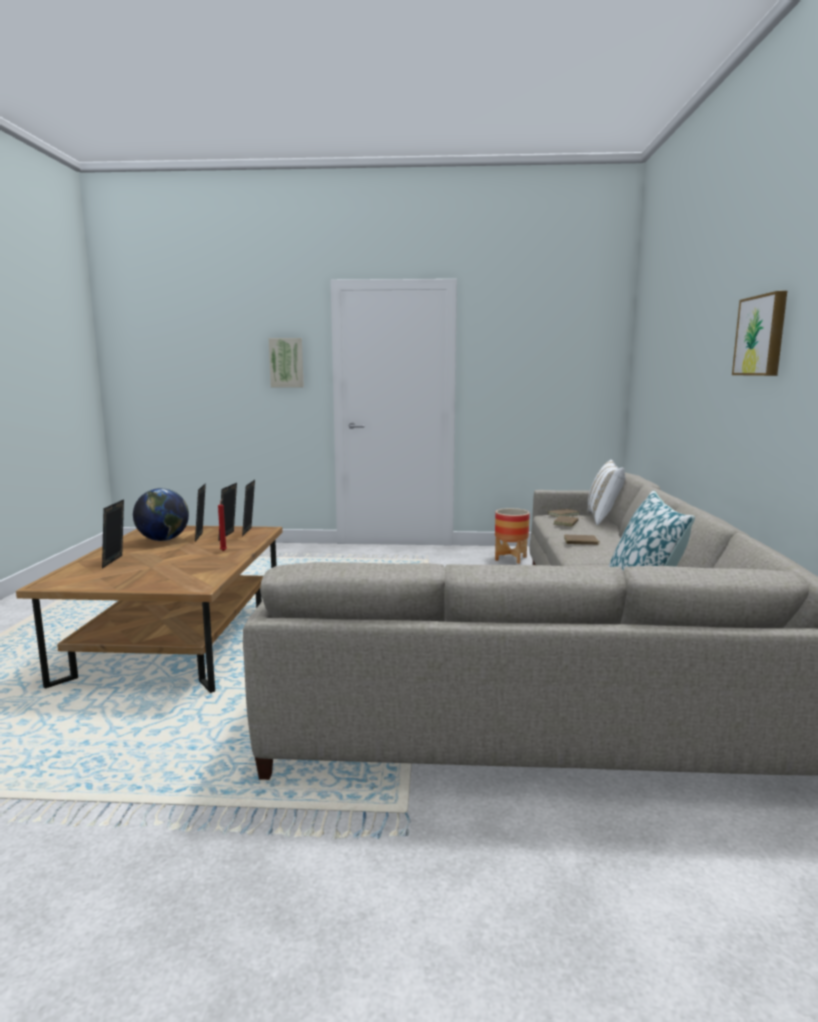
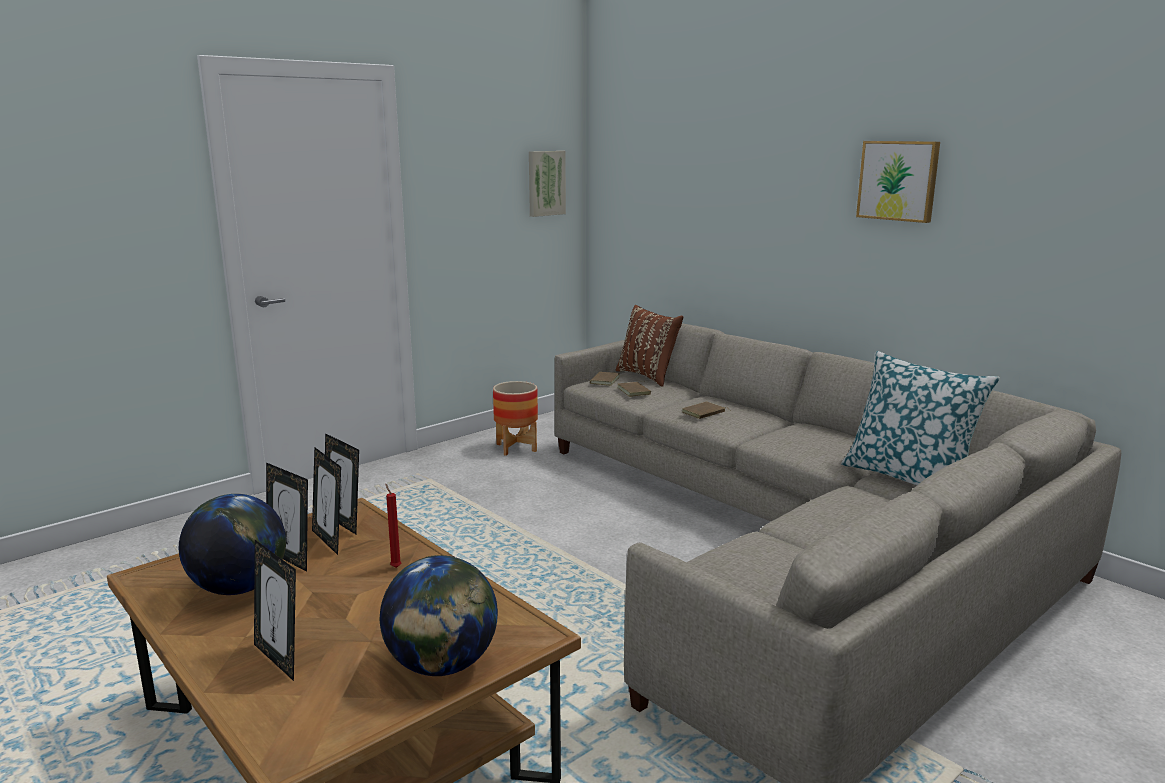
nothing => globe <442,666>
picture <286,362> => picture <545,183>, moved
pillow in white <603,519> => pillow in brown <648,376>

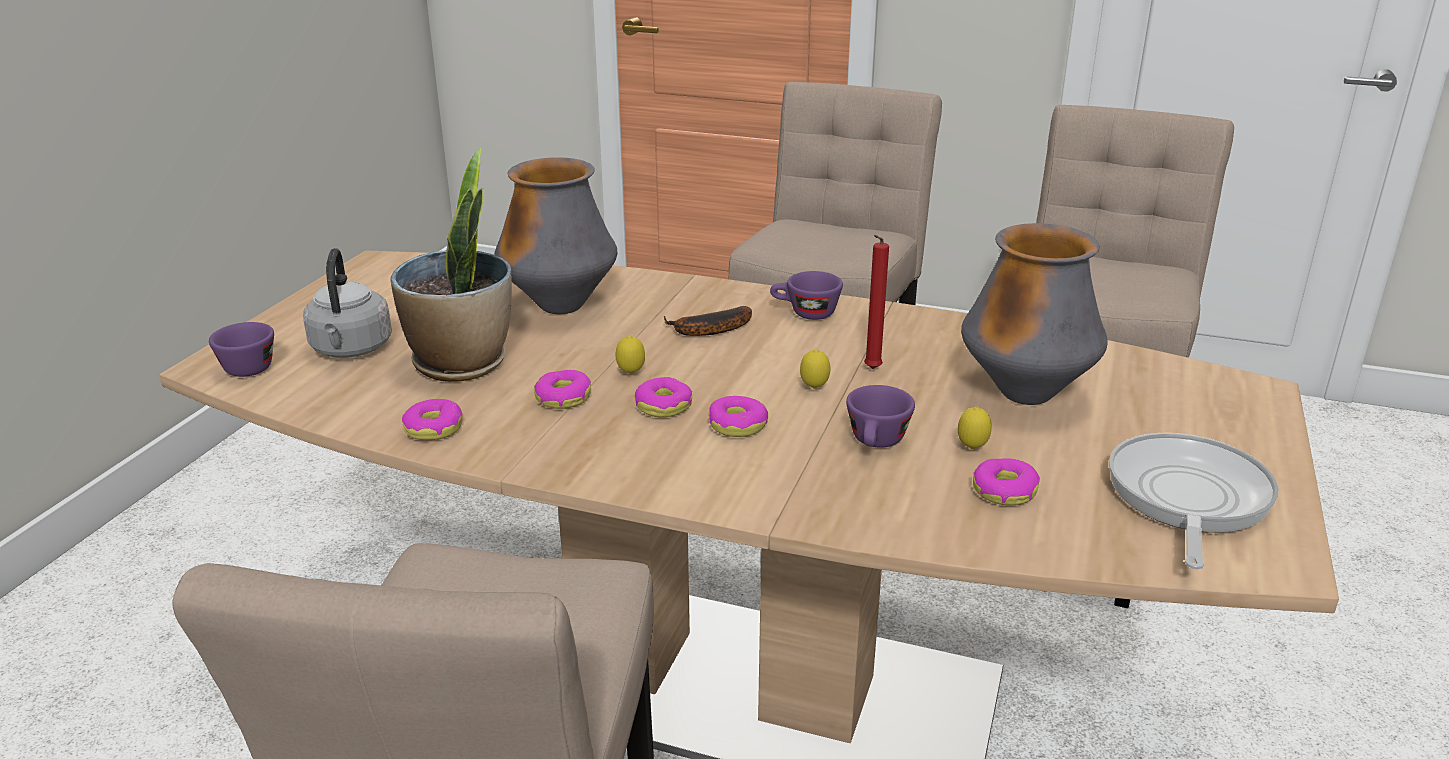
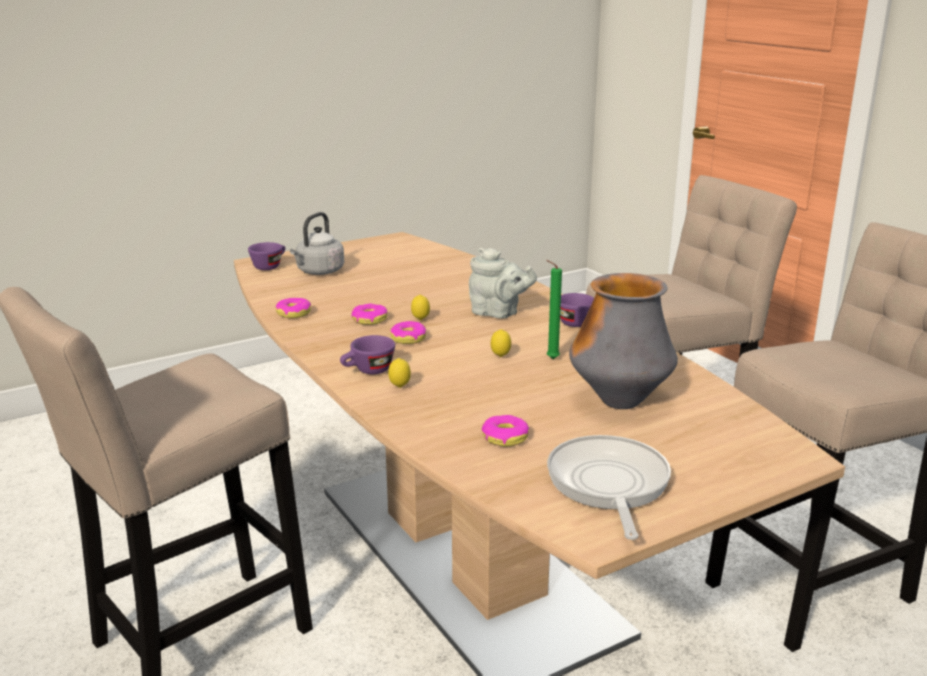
potted plant <462,363> => nothing
vase <560,307> => nothing
donut <738,425> => nothing
cup in purple <877,443> => cup in purple <368,371>, moved
lemon <972,448> => lemon <399,387>, moved
banana <708,330> => teapot in grey <498,313>
candle in red <871,370> => candle in green <550,359>
frying pan <1187,499> => frying pan <608,485>, 60 degrees counterclockwise

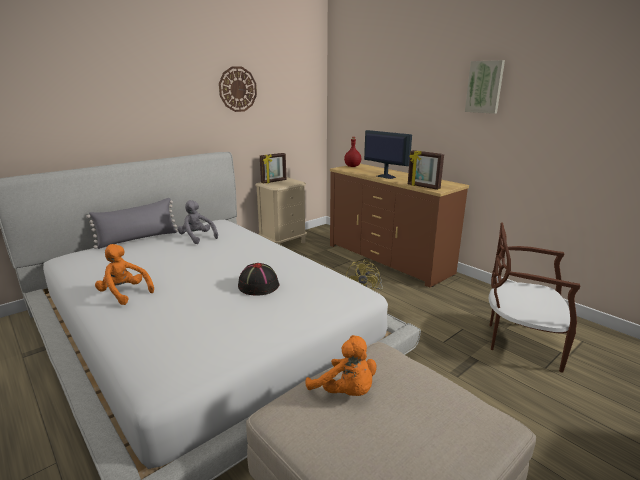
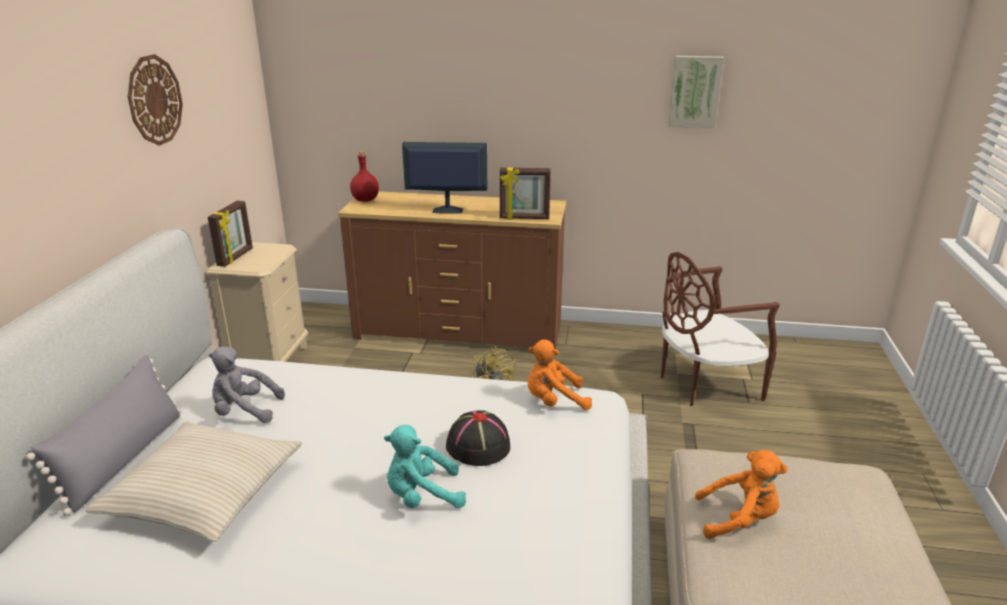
nothing => pillow in beige <203,493>
nothing => plush toy in turquoise <422,496>
plush toy in orange <124,293> => plush toy in orange <554,401>, moved
picture <485,87> => picture <695,91>, moved

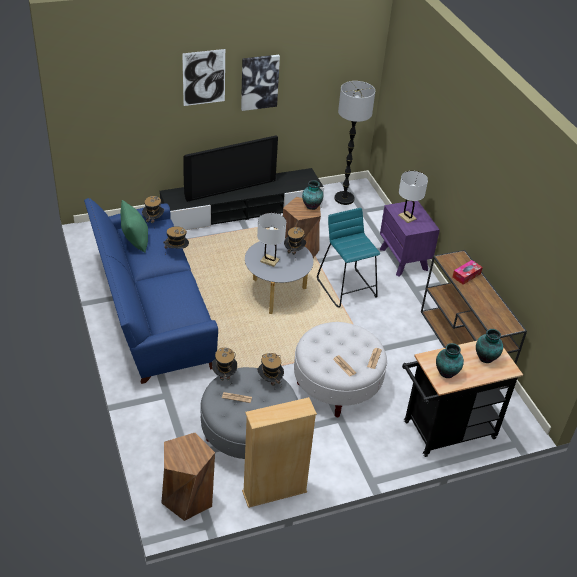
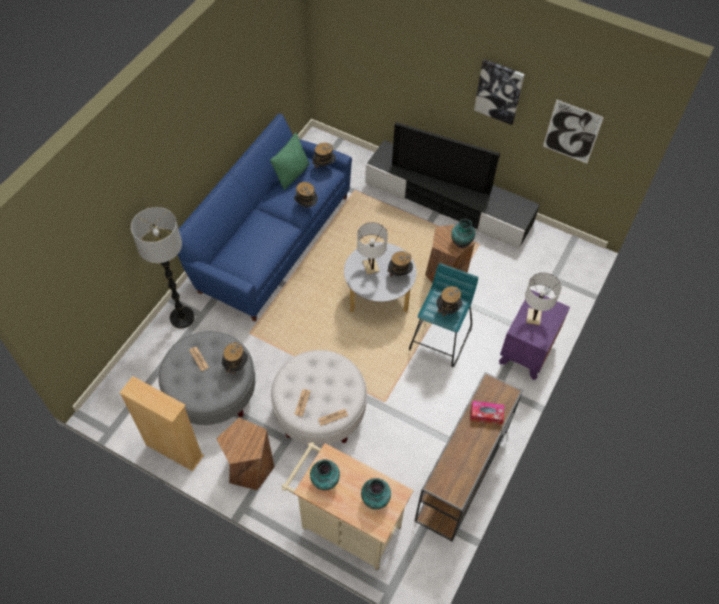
stool in brown <187,498> => stool in brown <249,468>, moved
picture <204,77> => picture <572,132>, moved
hat <224,376> => hat <447,310>, moved
floor lamp <344,198> => floor lamp <182,317>, moved
cart in black <444,432> => cart in beige <346,525>

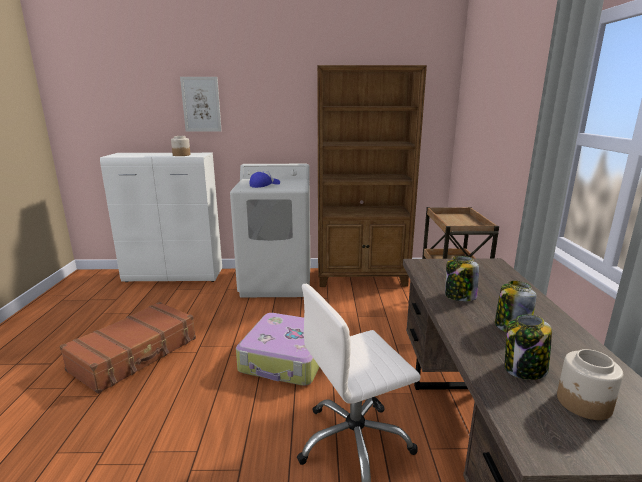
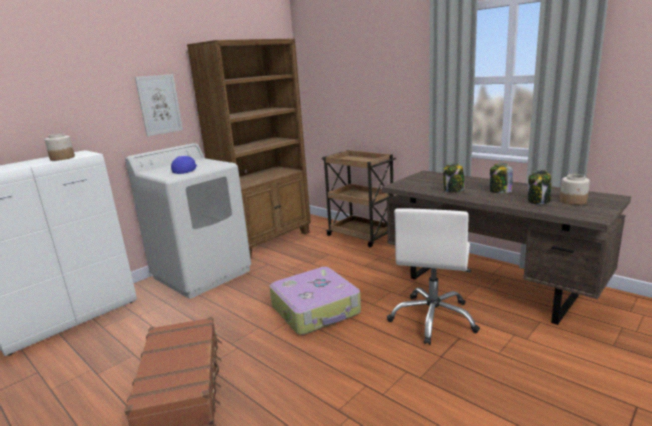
picture <201,104> => picture <159,104>, moved

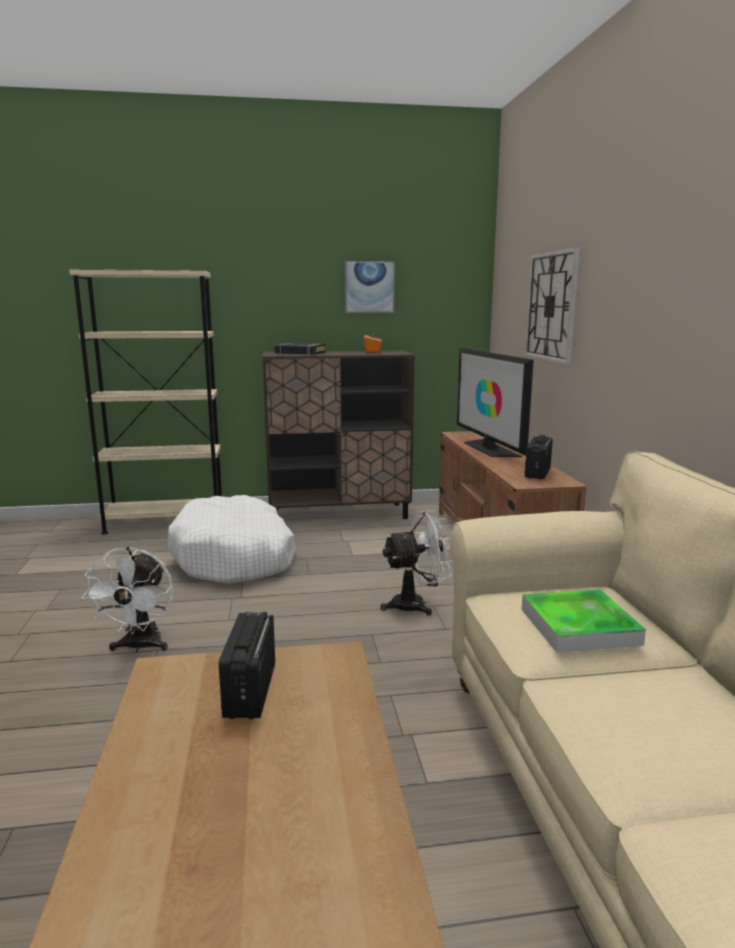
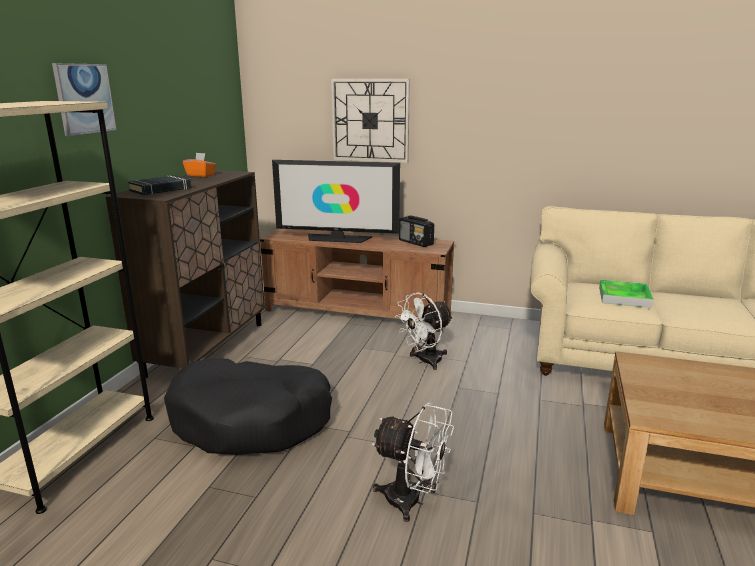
radio <250,691> => nothing
picture <369,287> => picture <84,99>, moved
dog bed in white <235,557> => dog bed in black <251,420>
fan in white <416,604> => fan in white <425,361>, 135 degrees counterclockwise

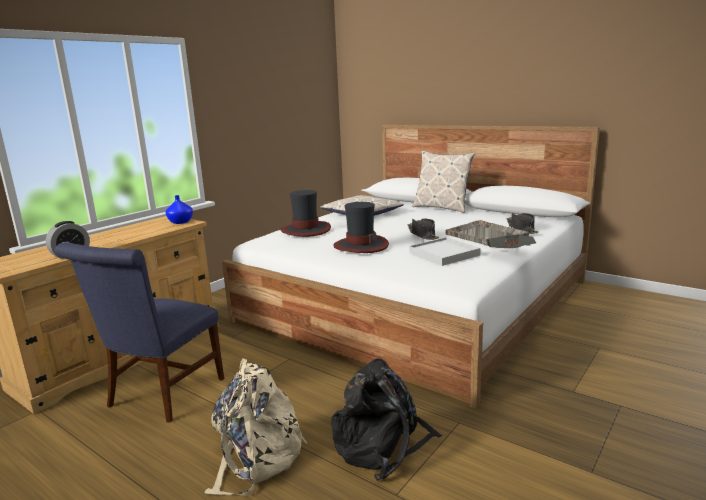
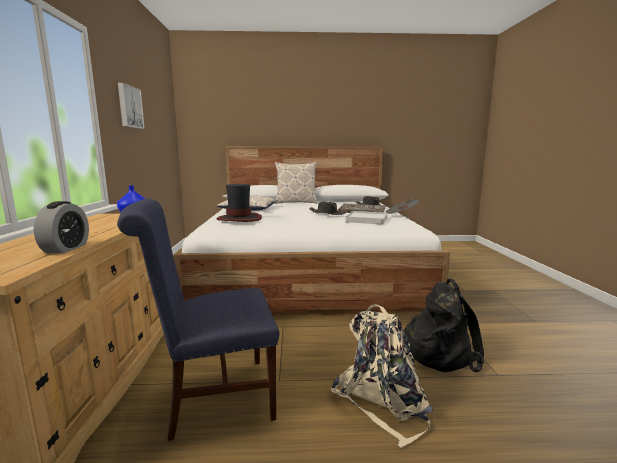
hat <360,245> => nothing
nothing => picture <129,107>
chair in blue <161,395> => chair in blue <212,397>, 90 degrees clockwise

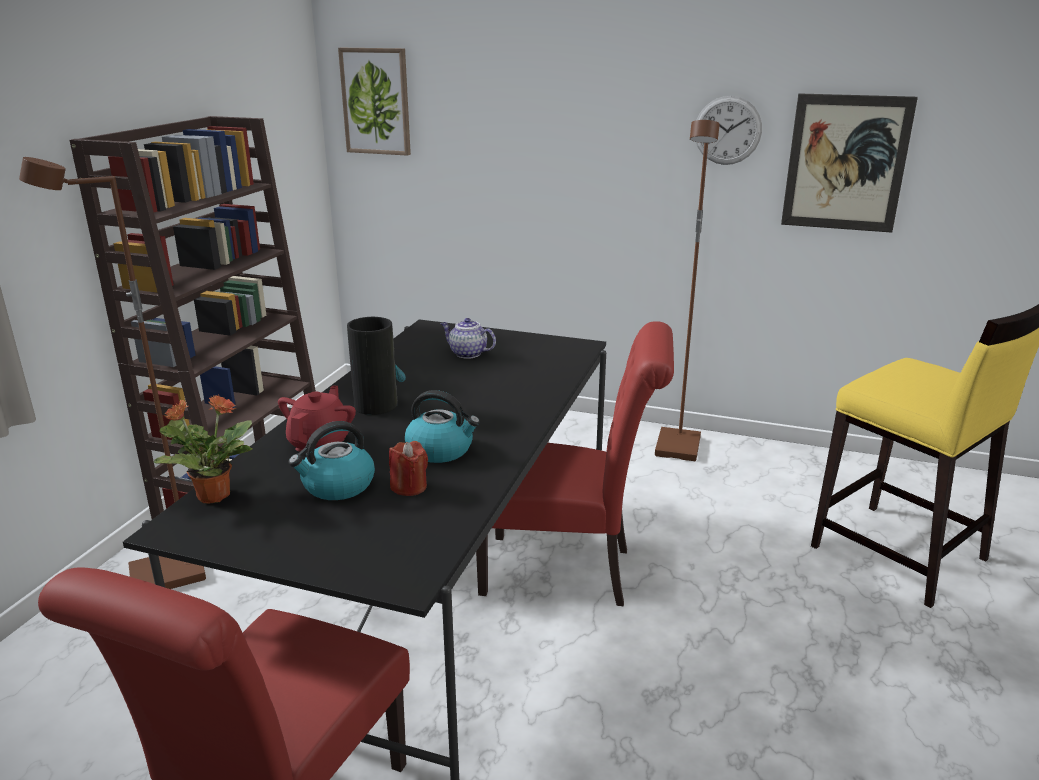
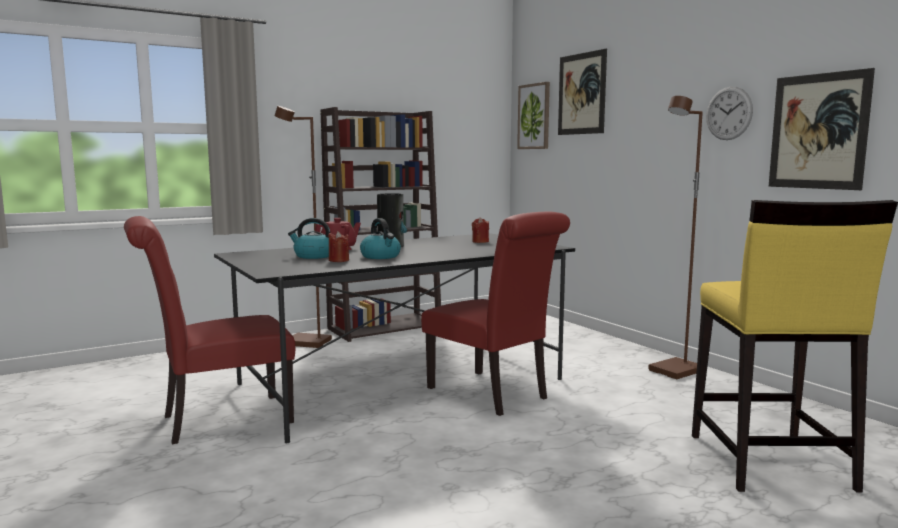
potted plant <212,495> => nothing
nothing => picture <581,94>
teapot <467,353> => candle in red <480,241>

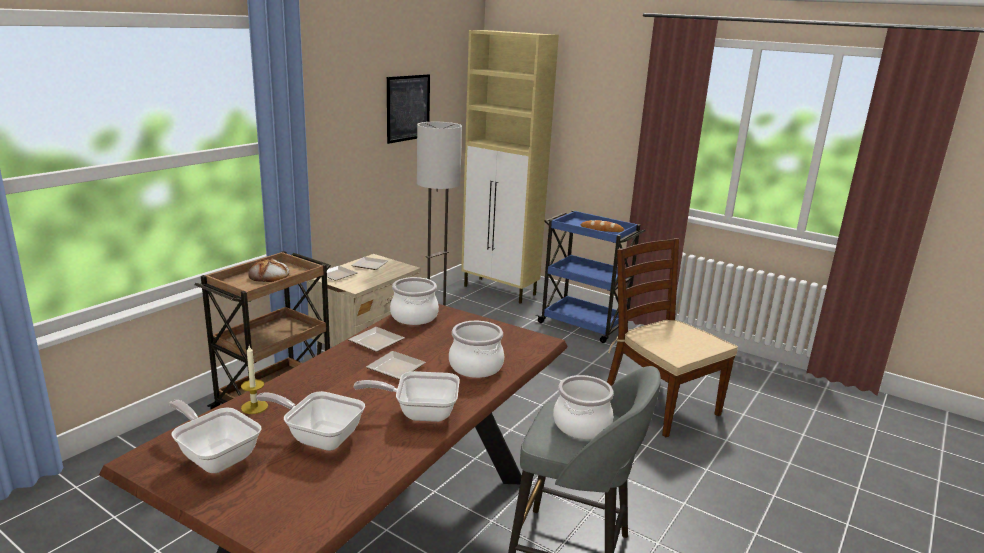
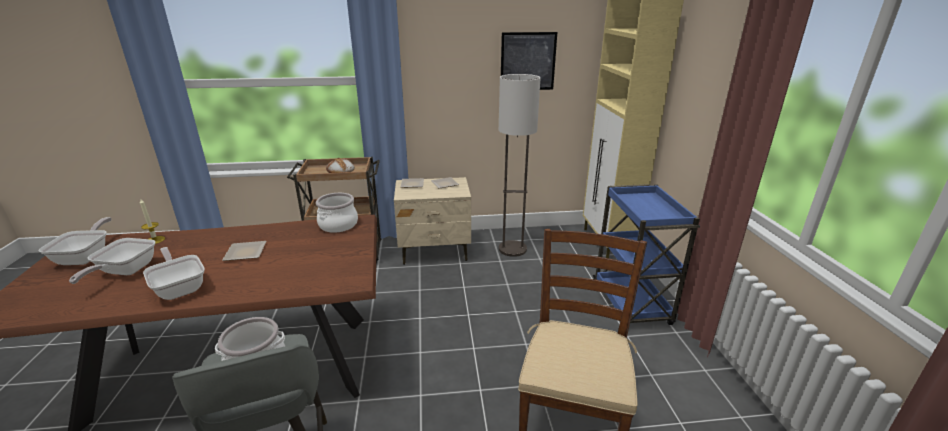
plate <376,341> => nothing
cooking pot <476,366> => nothing
bread <602,229> => nothing
frying pan <319,437> => frying pan <124,272>, 150 degrees counterclockwise

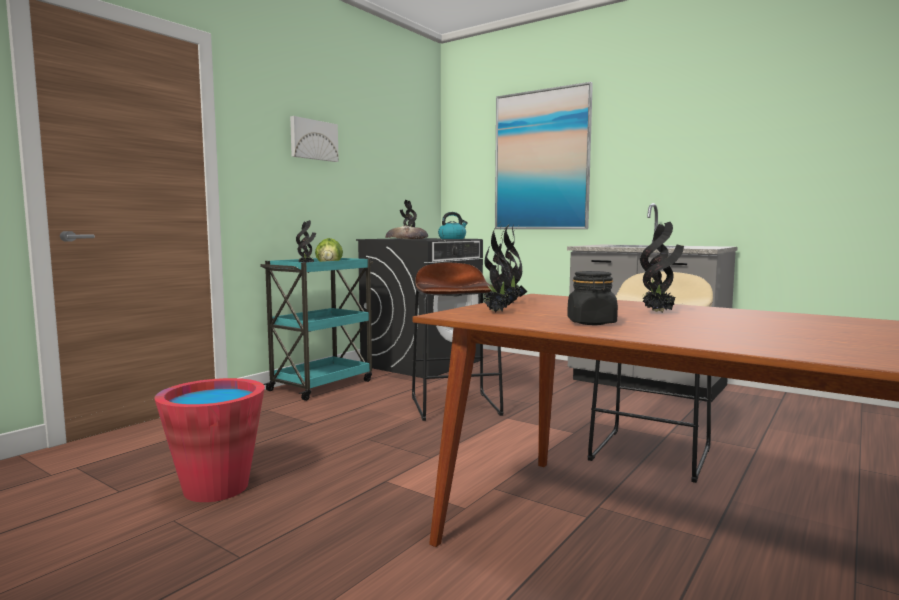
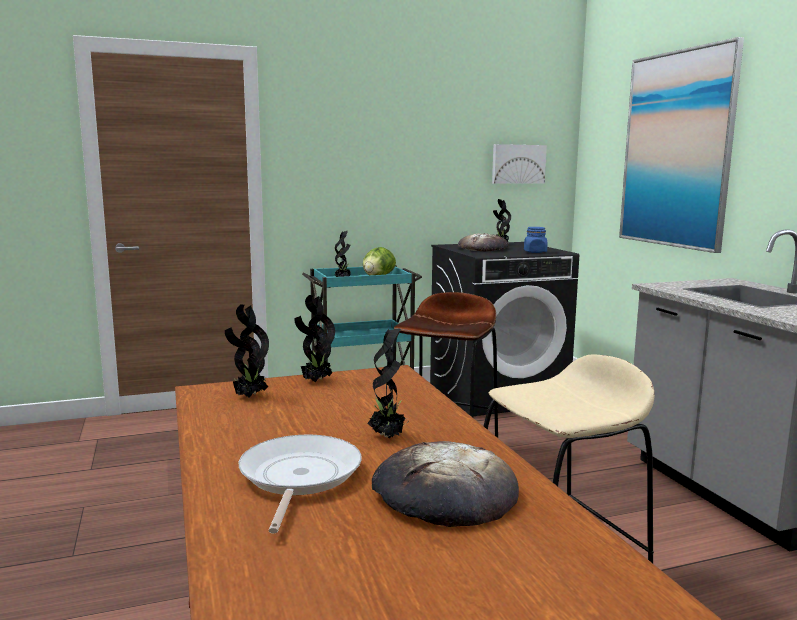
bucket in red <216,488> => nothing
jar in black <591,323> => nothing
nothing => frying pan <298,477>
nothing => bread <443,493>
picture <313,140> => picture <518,164>, moved
kettle <452,238> => jar in blue <535,252>

